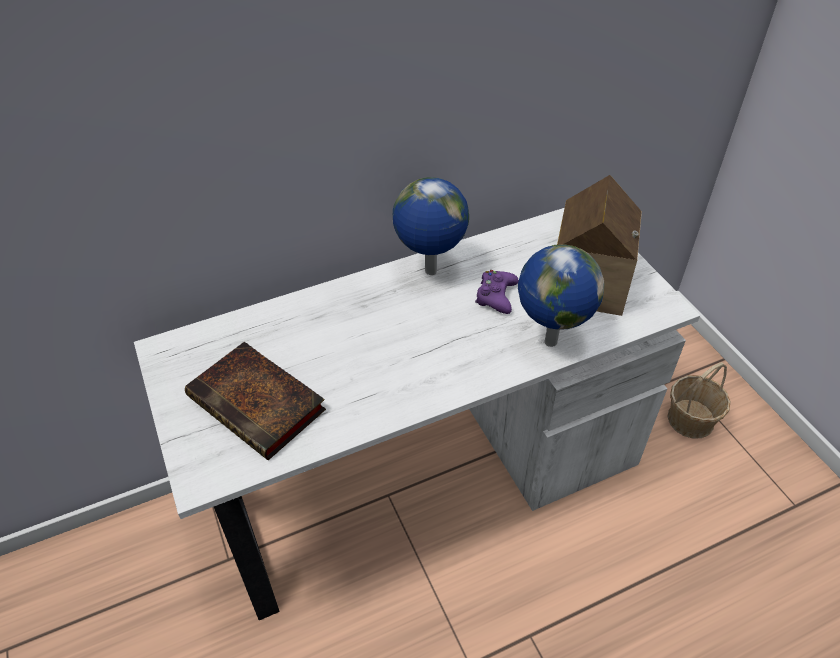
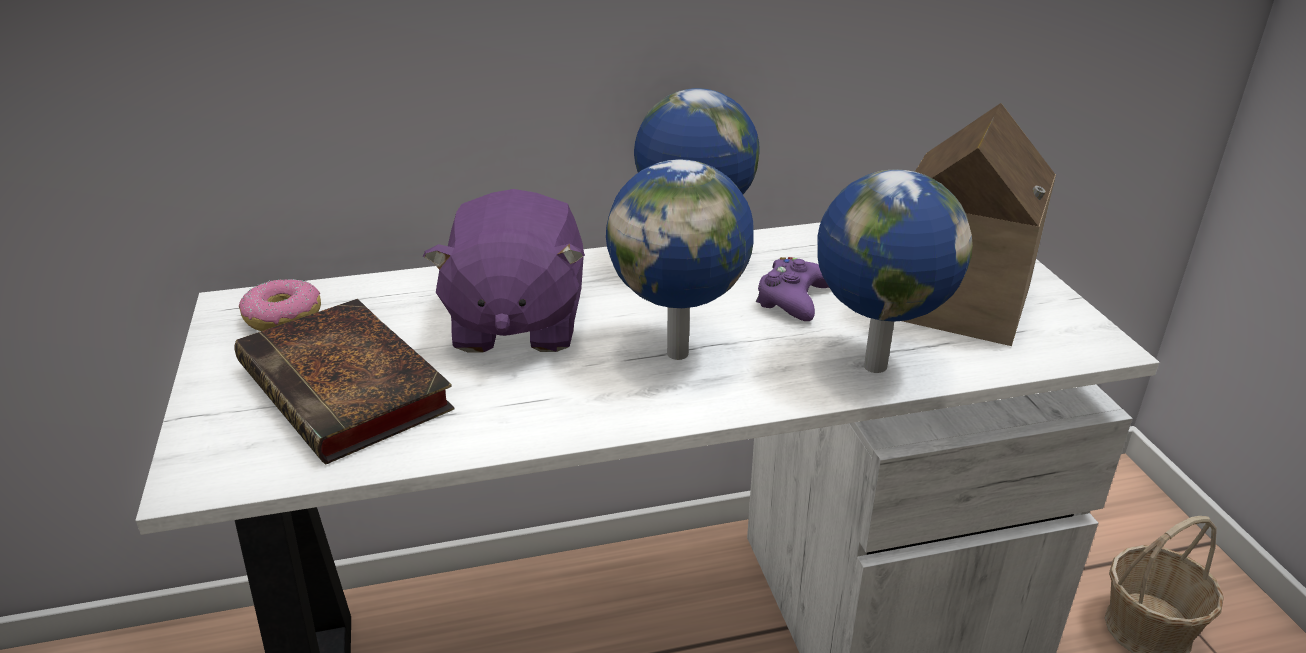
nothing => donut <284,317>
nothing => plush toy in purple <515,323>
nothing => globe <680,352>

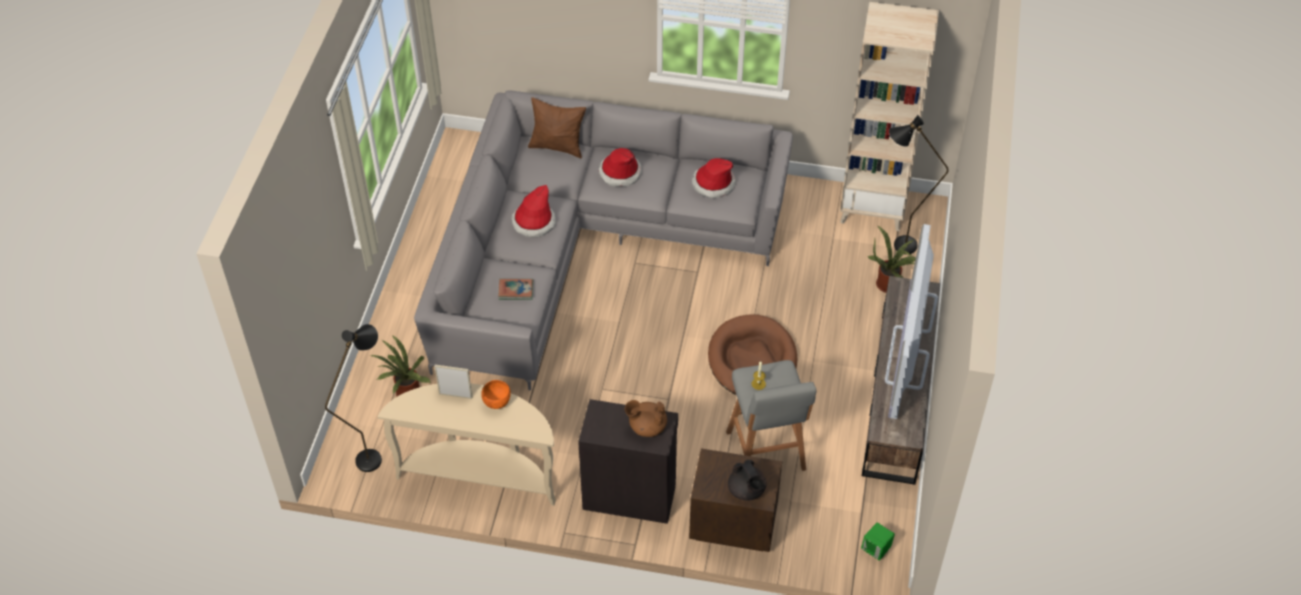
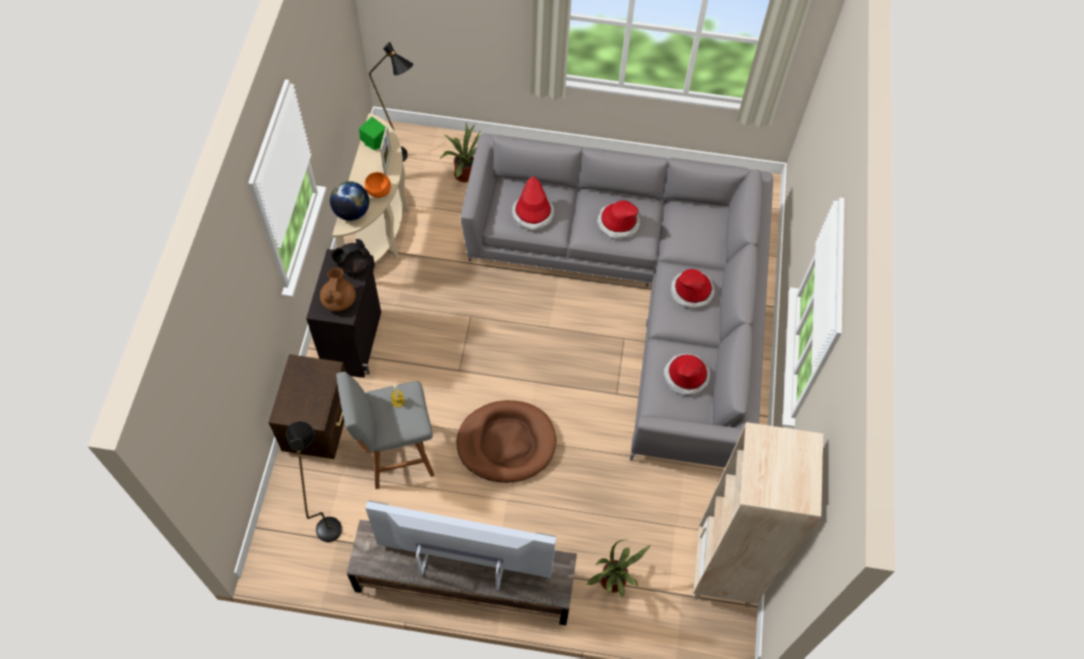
pillow in brown <557,147> => nothing
nothing => globe <352,212>
teapot in black <747,490> => teapot in black <353,265>, moved
speaker in green <876,549> => speaker in green <374,142>, moved
floor lamp in black <896,246> => floor lamp in black <328,520>, moved
book <516,290> => hat <533,214>

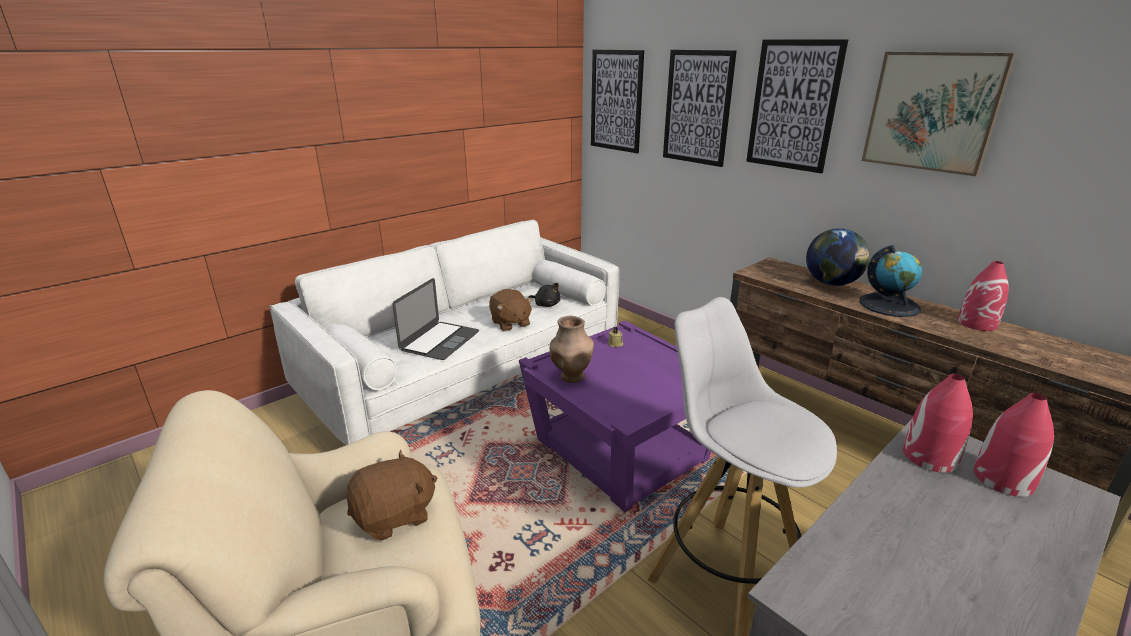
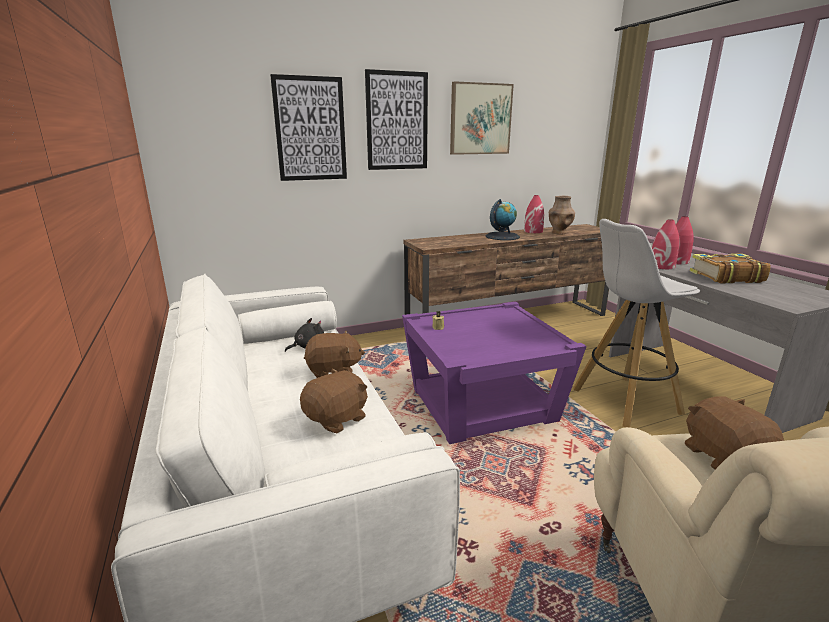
picture <616,101> => nothing
globe <832,283> => nothing
nothing => book <725,277>
vase in brown <571,377> => vase in brown <559,233>, moved
laptop <440,340> => plush toy in brown <337,419>

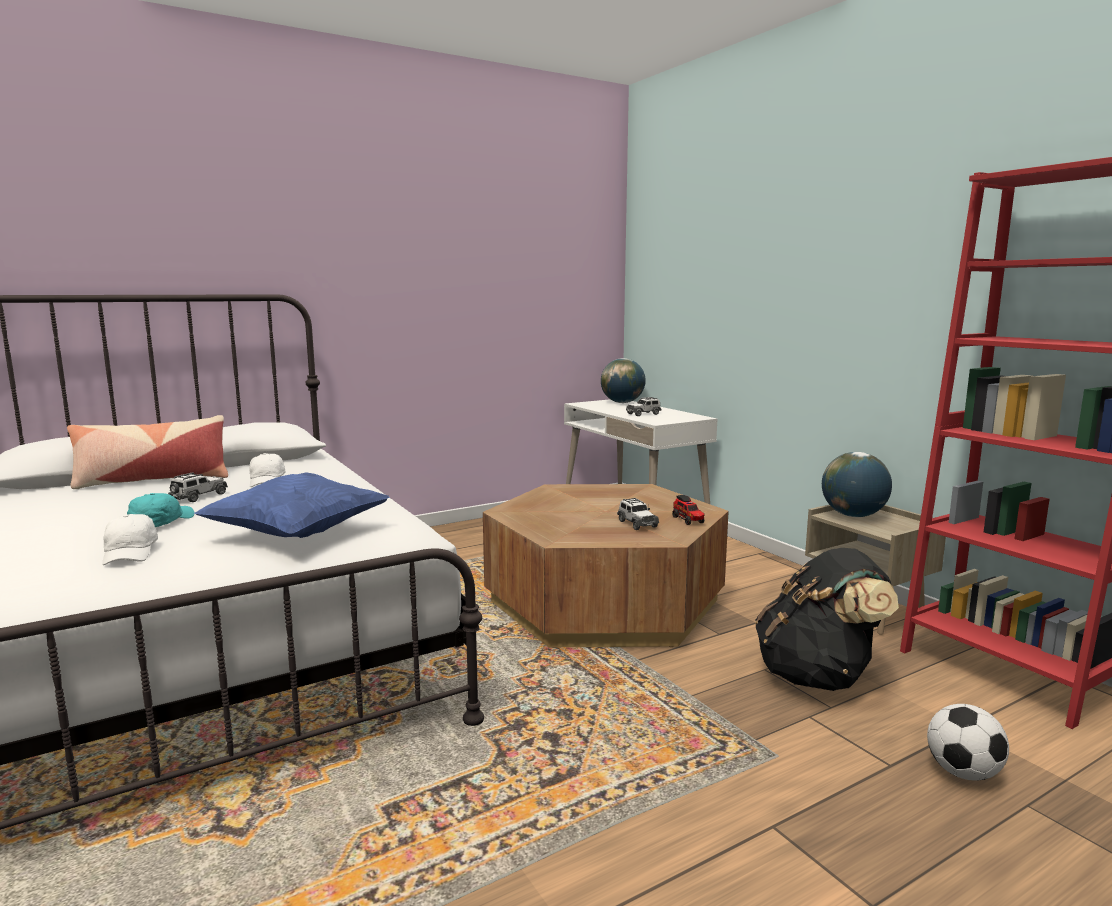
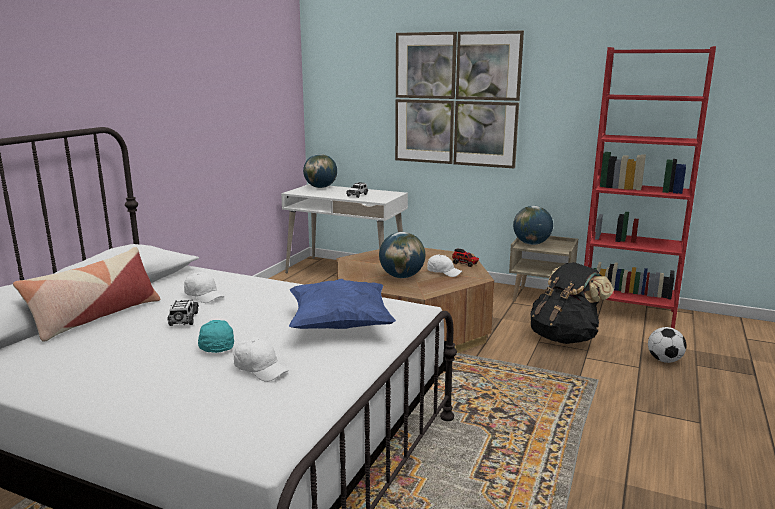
nothing => globe <401,276>
nothing => picture <455,99>
toy car <636,523> => cap in white <443,272>

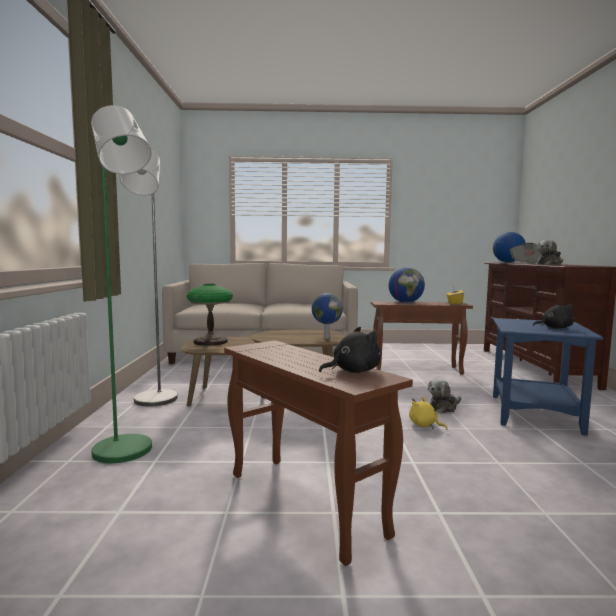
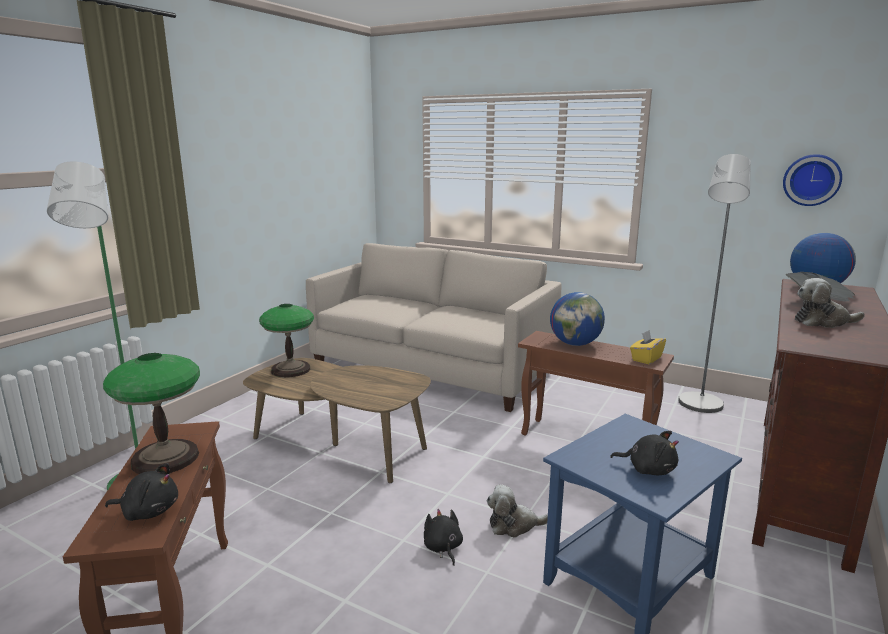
globe <326,338> => nothing
nothing => table lamp <165,458>
nothing => wall clock <811,180>
floor lamp in grey <153,402> => floor lamp in grey <699,407>, moved
plush toy in yellow <424,425> => plush toy in black <443,548>

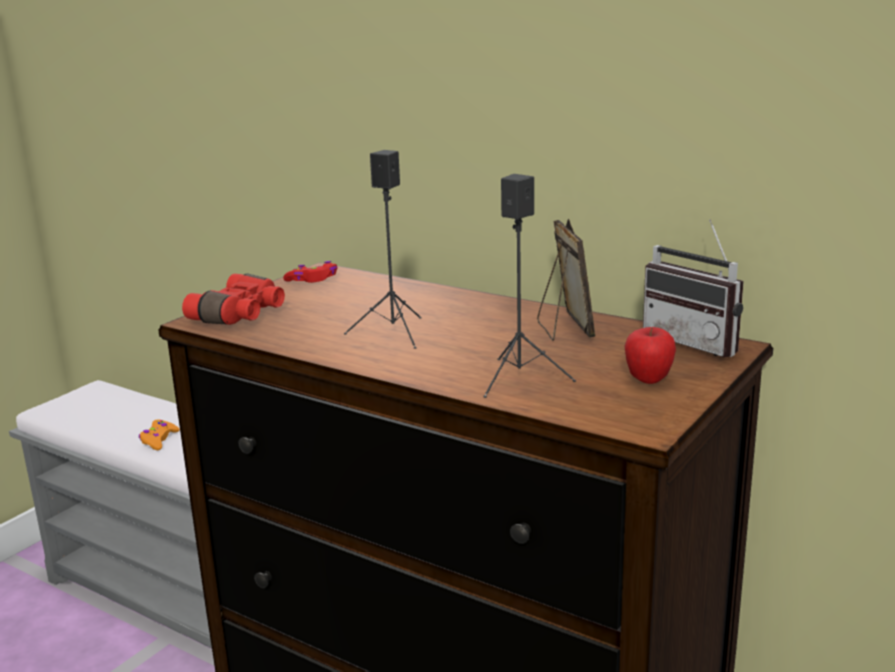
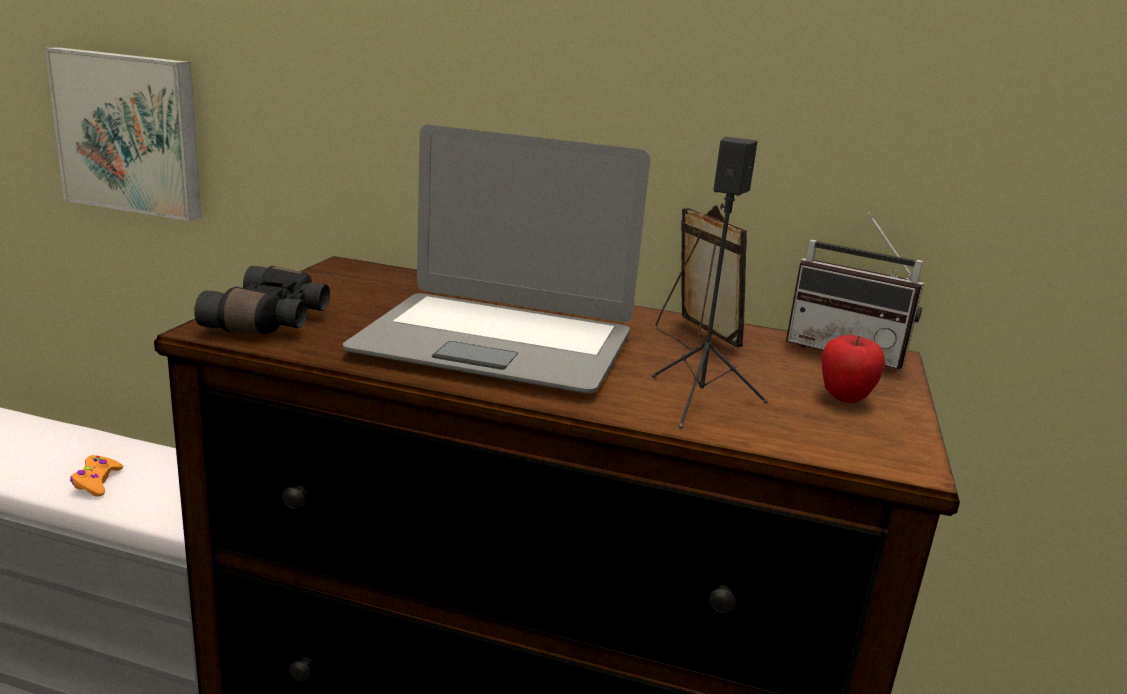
game controller in red <313,280> => nothing
nothing => picture <131,133>
speaker in black <394,333> => laptop <496,344>
binoculars in red <241,315> => binoculars in black <272,321>

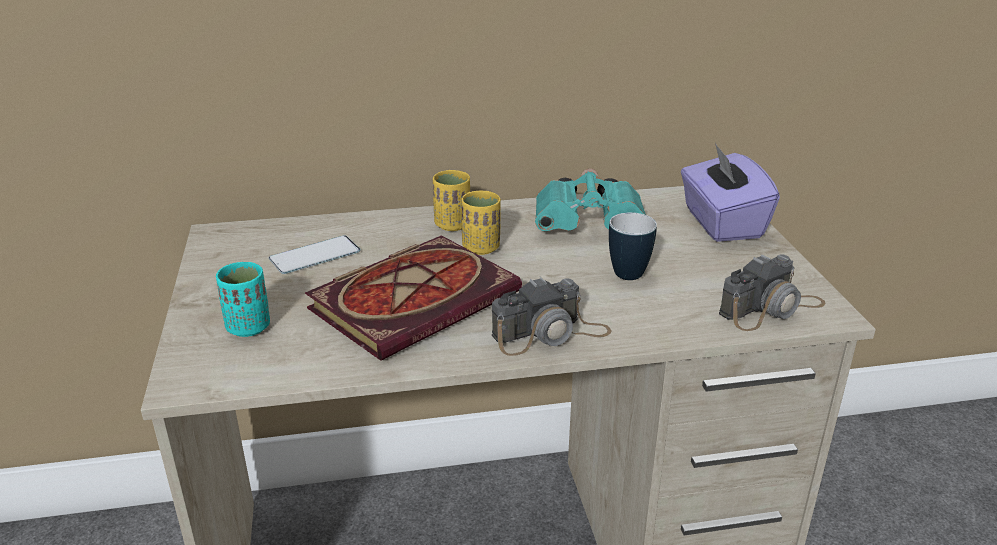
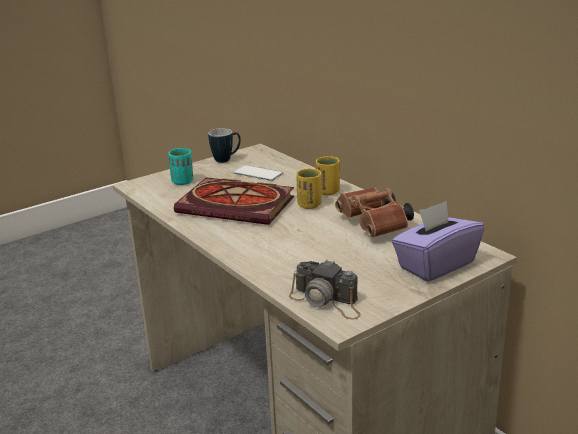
photo camera <551,334> => nothing
mug <626,269> => mug <226,159>, moved
binoculars in turquoise <591,225> => binoculars in brown <375,226>

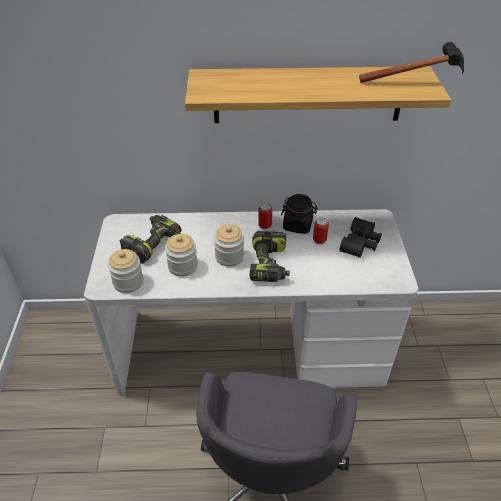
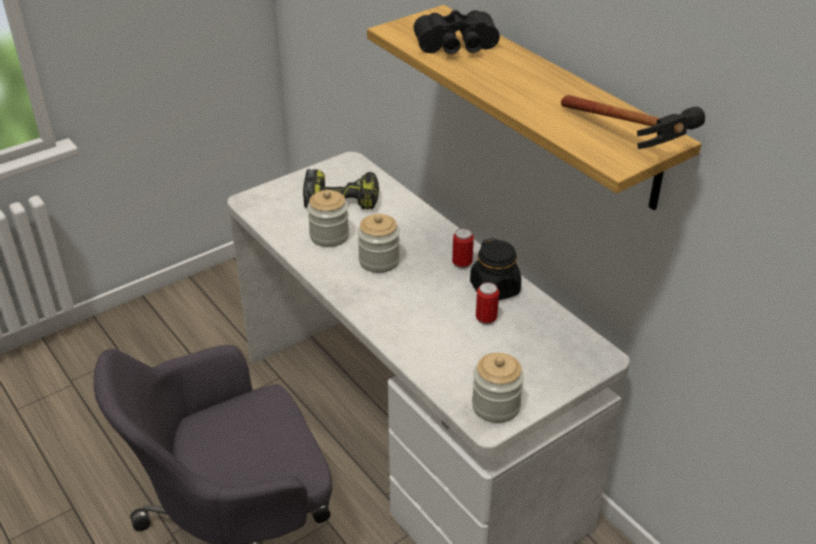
power drill <269,265> => nothing
jar <128,282> => jar <496,406>, moved
binoculars in black <361,243> => binoculars in black <457,47>, moved

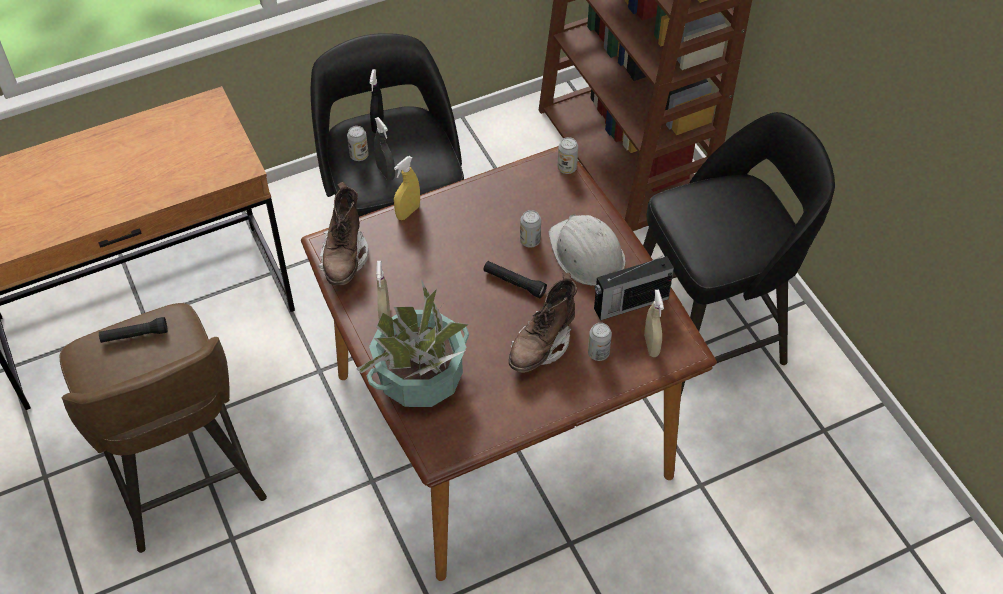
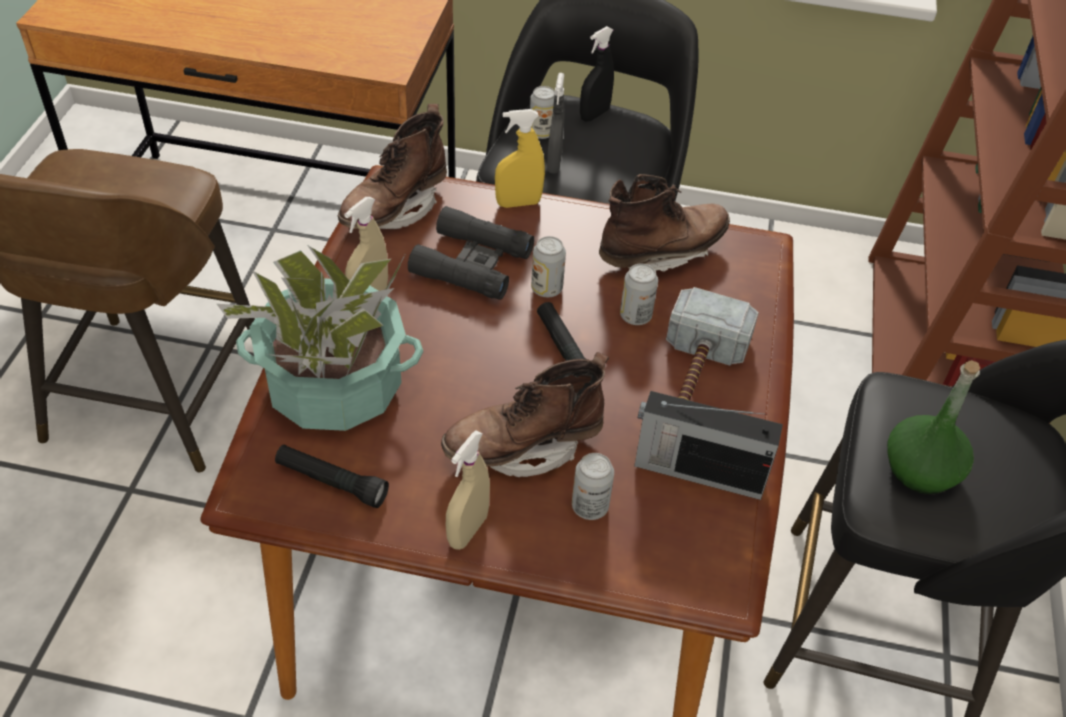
nothing => binoculars in black <472,263>
nothing => boot in brown <661,253>
nothing => bottle in green <921,470>
flashlight in black <134,335> => flashlight in black <331,482>, moved
can <567,168> => can <546,288>, moved
spray bottle in beige <651,345> => spray bottle in beige <468,530>, moved
hard hat in white <586,254> => hammer <696,374>

